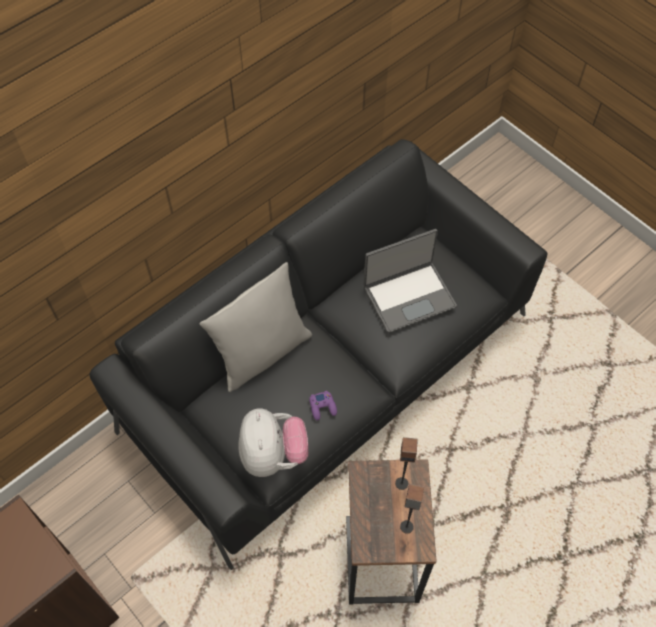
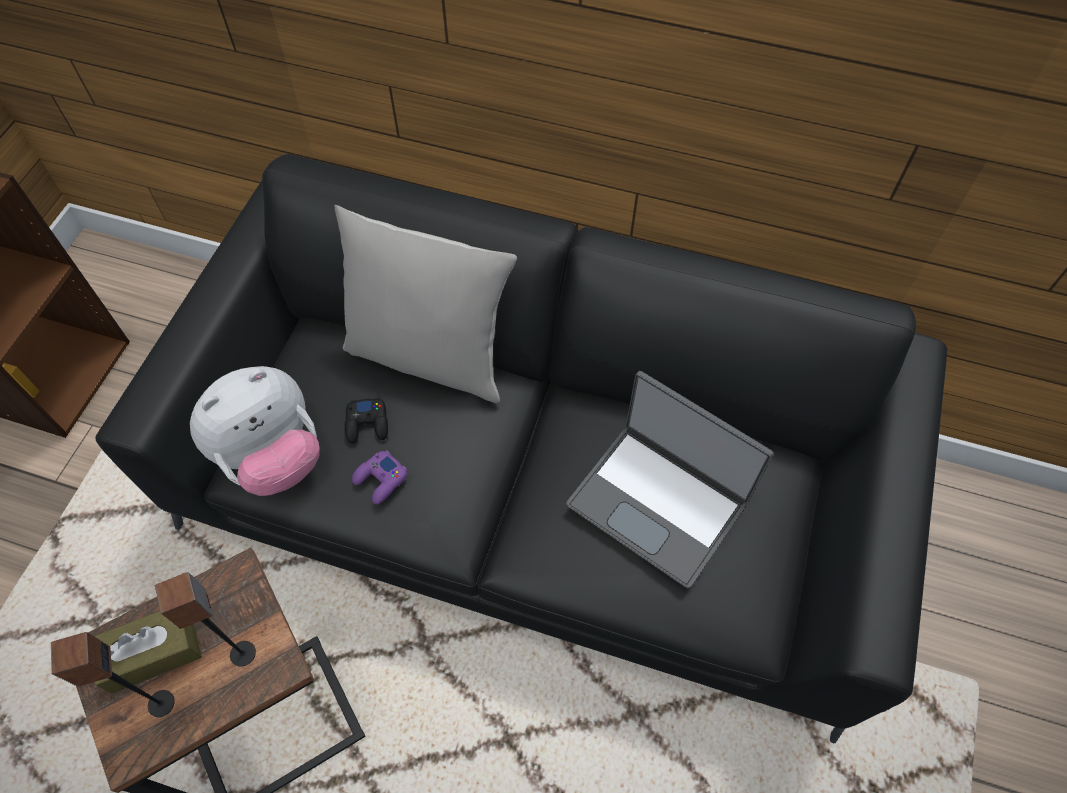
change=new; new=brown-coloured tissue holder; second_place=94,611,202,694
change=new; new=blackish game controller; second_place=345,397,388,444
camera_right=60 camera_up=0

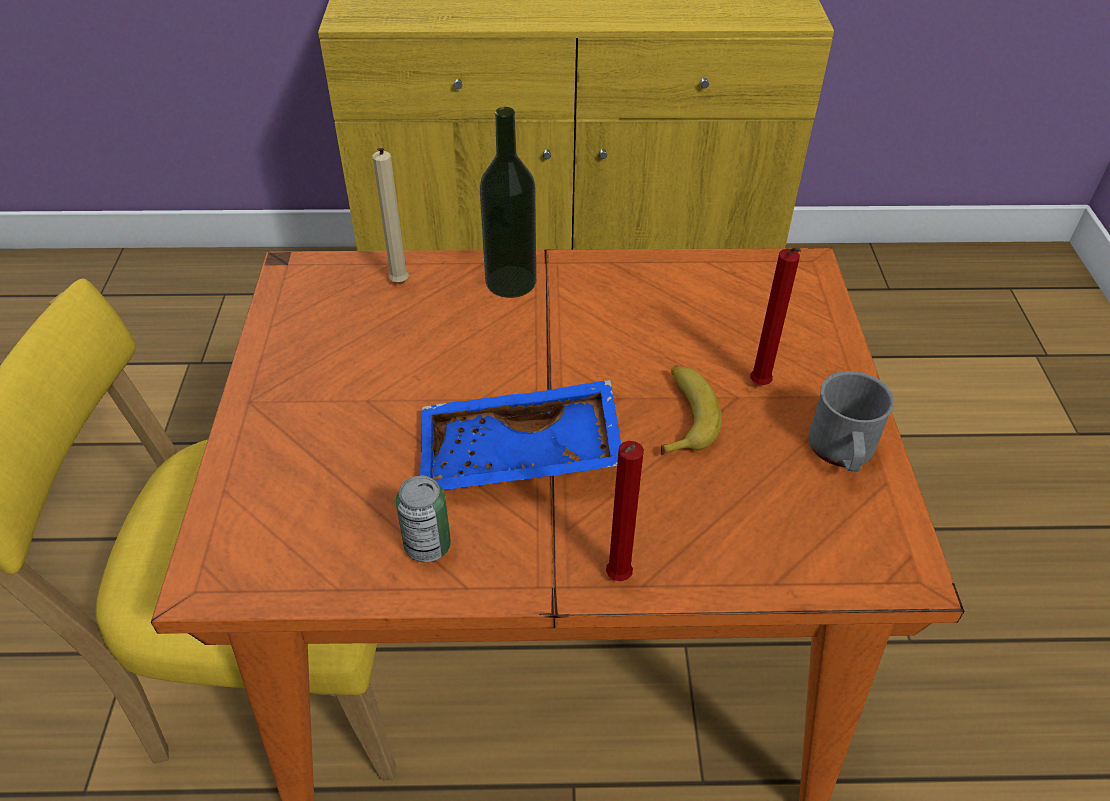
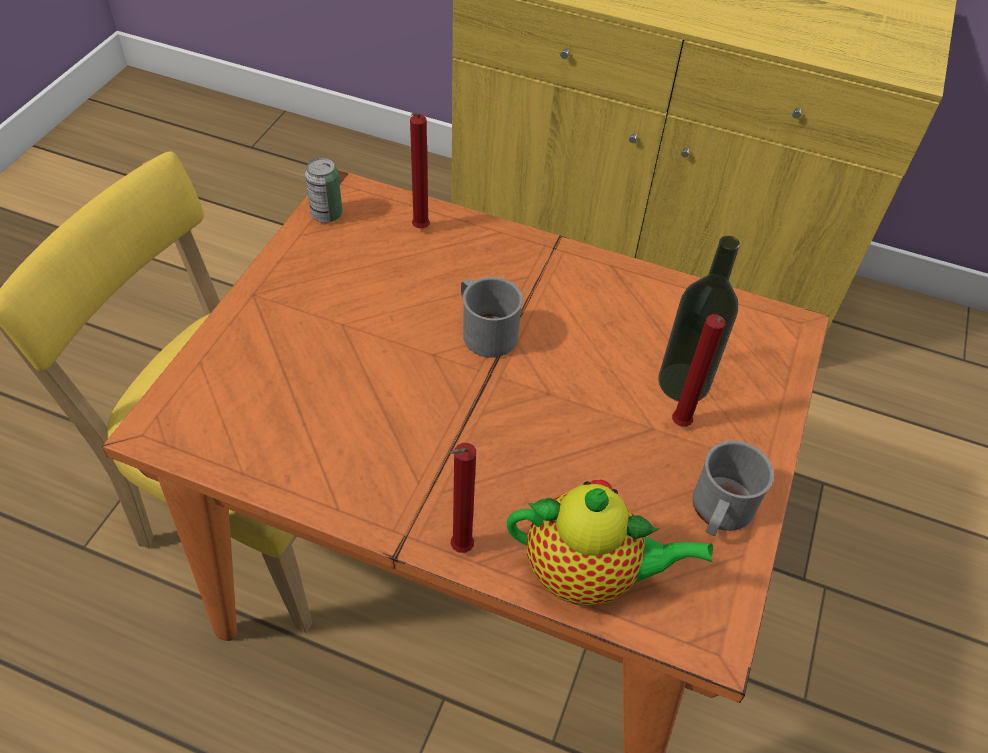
change=gone; old=bluish tray; first_place=420,380,621,490
change=gone; old=banana fruit; first_place=661,365,722,455
change=new; new=gray mug; second_place=461,277,523,358
change=new; new=teapot; second_place=507,479,713,606
change=shifted; old=can; first_place=396,475,451,563; second_place=305,158,343,223
change=shifted; old=drink bottle; first_place=480,107,536,298; second_place=659,236,740,402
change=repainted; old=sand-coloured wax light; new=red wax light; first_place=372,148,409,283; second_place=410,113,430,229
camera_right=20 camera_up=5

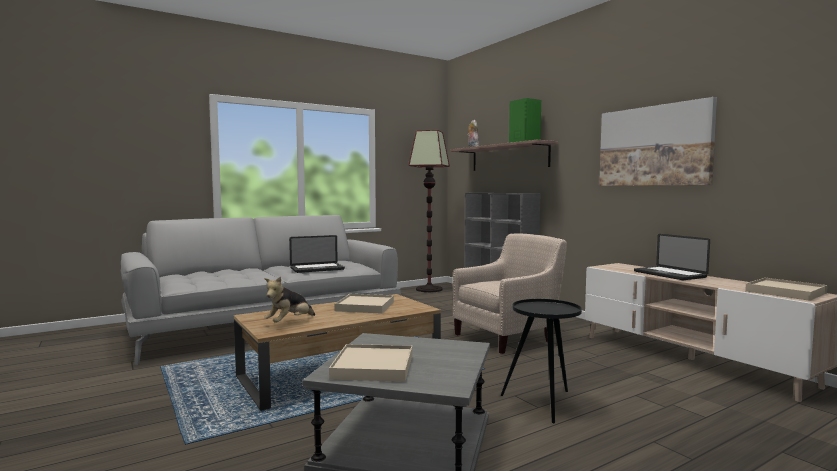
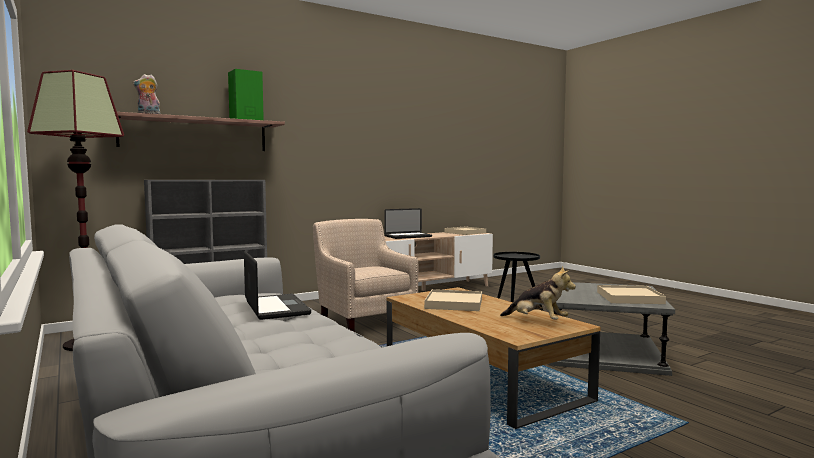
change=gone; old=wall picture; first_place=599,97,717,186
camera_right=-90 camera_up=0

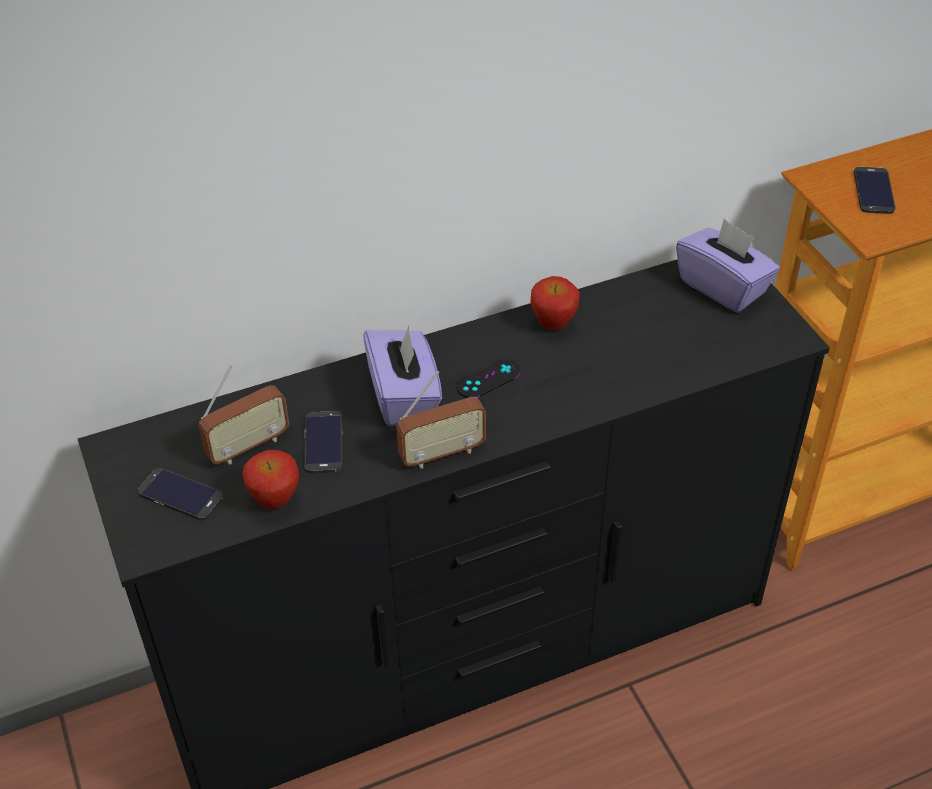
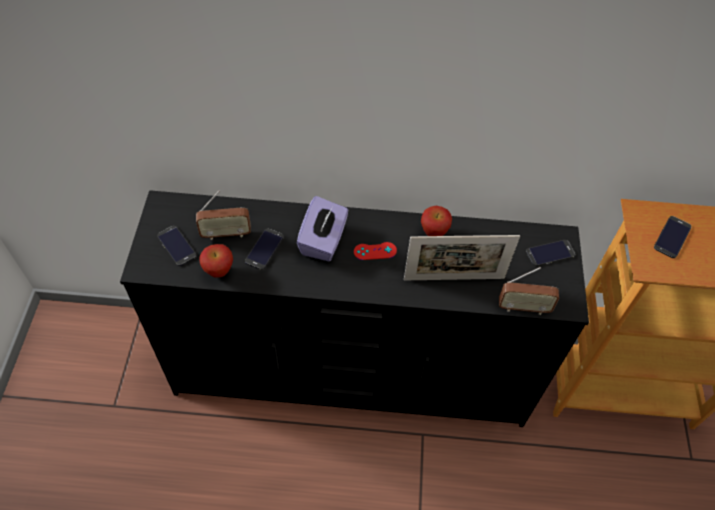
change=new; new=photo frame; second_place=404,235,520,280
change=shifted; old=radio receiver; first_place=396,371,486,469; second_place=499,267,559,315
change=swapped; old=purple tissue holder; new=handset; first_place=676,219,780,313; second_place=526,240,575,266
change=repainted; old=blackish game controller; new=red game controller; first_place=457,359,520,398; second_place=354,242,397,260
camera_right=25 camera_up=10

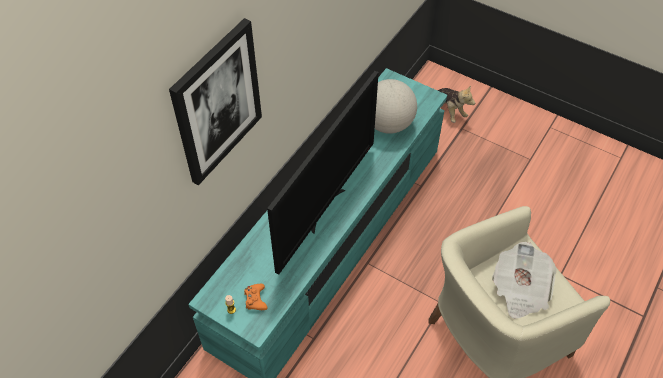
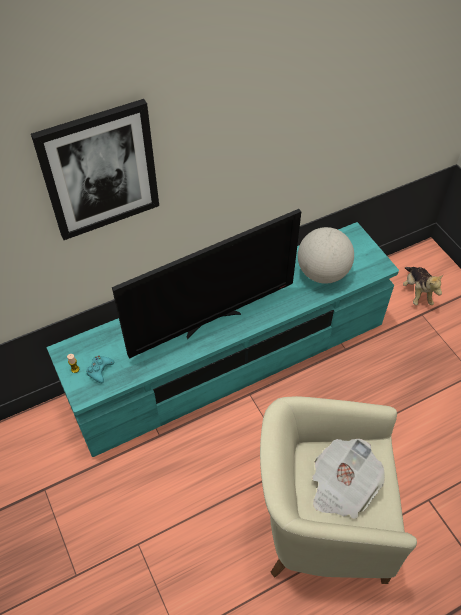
change=repainted; old=orangey game controller; new=blue-green game controller; first_place=244,284,268,310; second_place=86,356,114,383
camera_right=30 camera_up=0

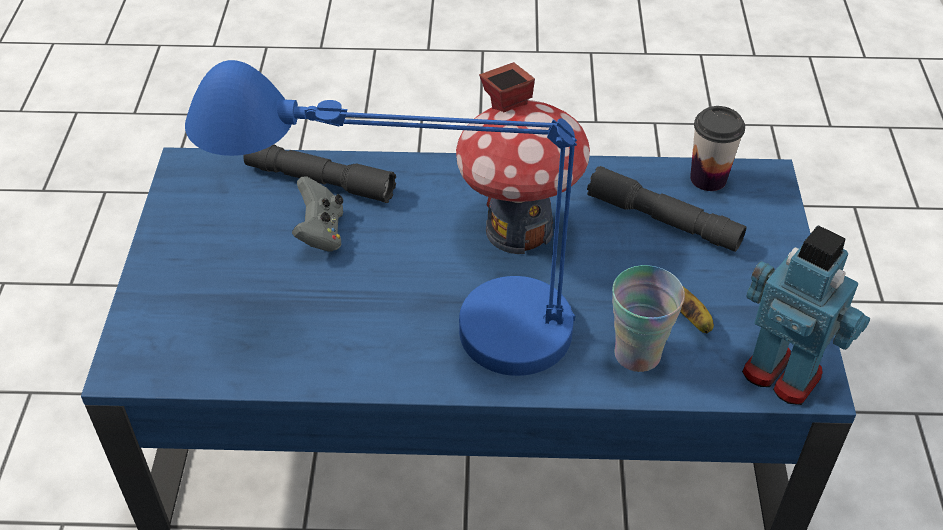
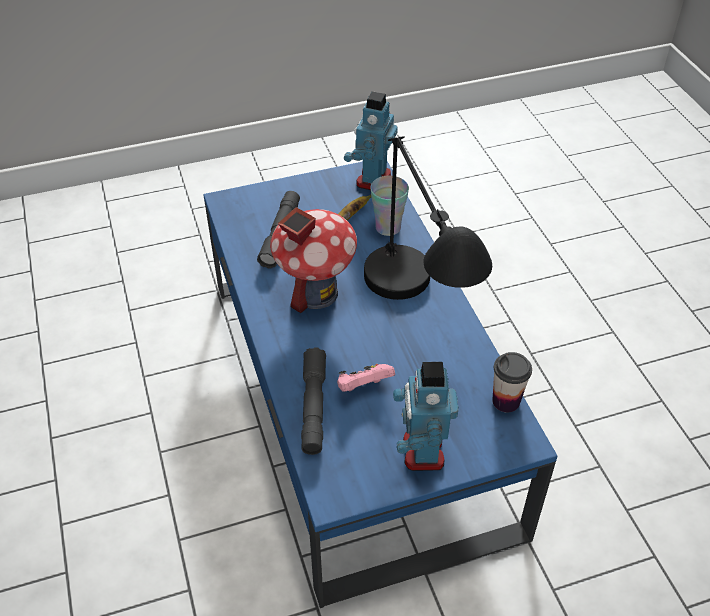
change=new; new=toy robot; second_place=393,362,459,471
change=shifted; old=cup; first_place=690,106,745,191; second_place=492,352,532,413
change=repainted; old=bluish tabletop lamp; new=blackish tabletop lamp; first_place=185,60,577,376; second_place=364,136,492,300
change=repainted; old=gray game controller; new=pink game controller; first_place=292,177,343,252; second_place=337,364,395,392
camera_right=-110 camera_up=0

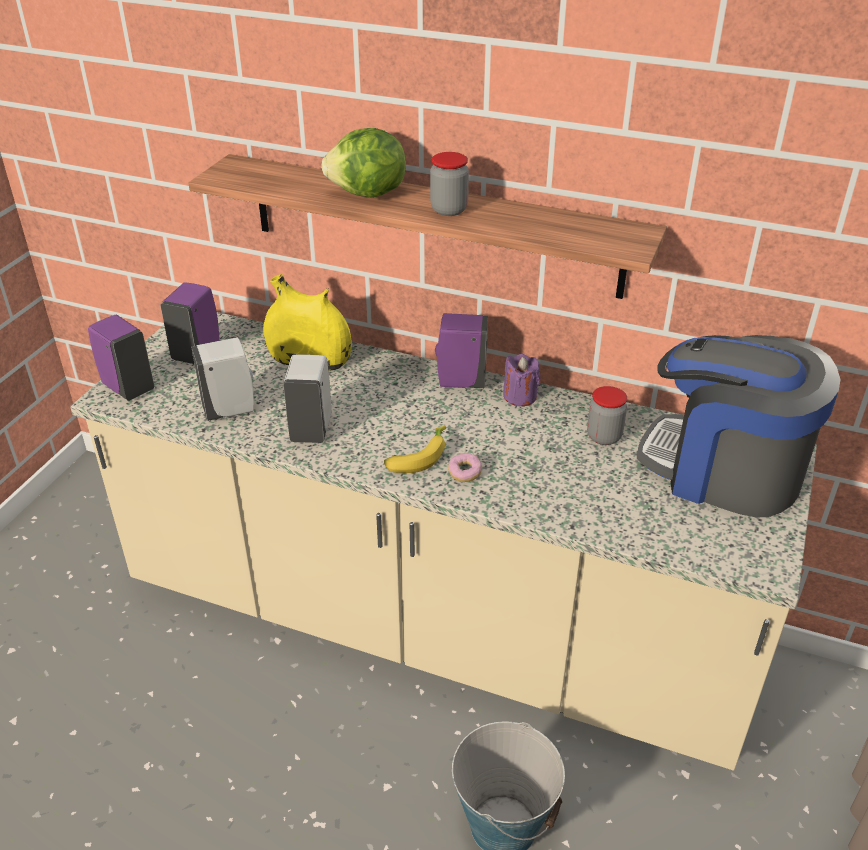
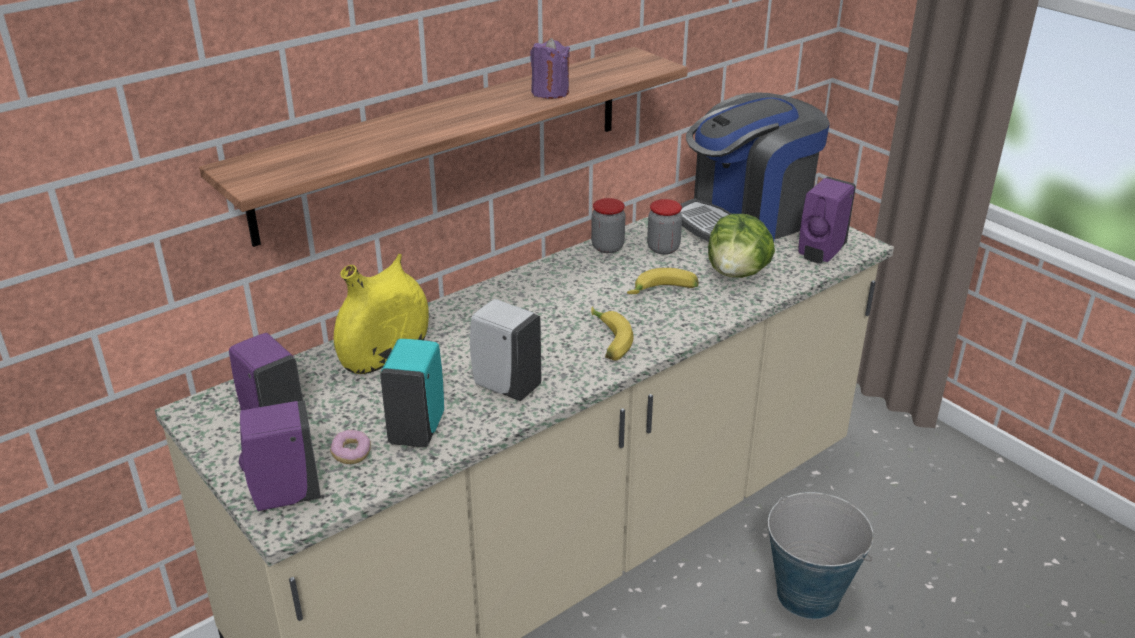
change=new; new=banana fruit; second_place=627,268,699,294
change=shifted; old=lettuce; first_place=321,128,406,198; second_place=708,214,775,278
change=shifted; old=storage jar; first_place=430,152,469,216; second_place=591,198,625,253
change=shifted; old=purple liquid soap bottle; first_place=435,313,488,388; second_place=798,177,856,264
change=shifted; old=donut; first_place=448,453,482,482; second_place=330,430,371,464
change=shifted; old=purple wax light; first_place=503,354,540,406; second_place=530,38,570,99
change=repainted; old=whitish liquid soap bottle; new=blue-green liquid soap bottle; first_place=191,337,253,421; second_place=380,339,444,448
camera_right=-60 camera_up=-5

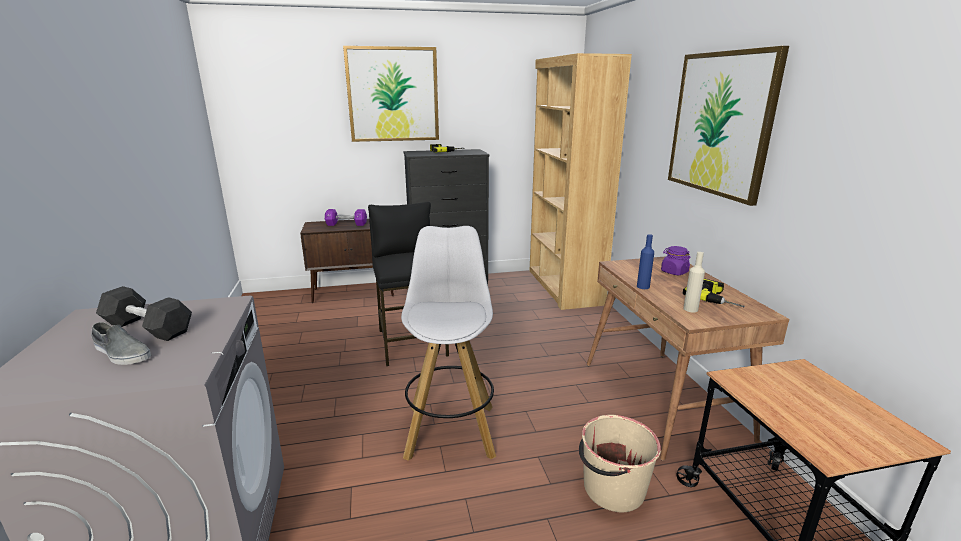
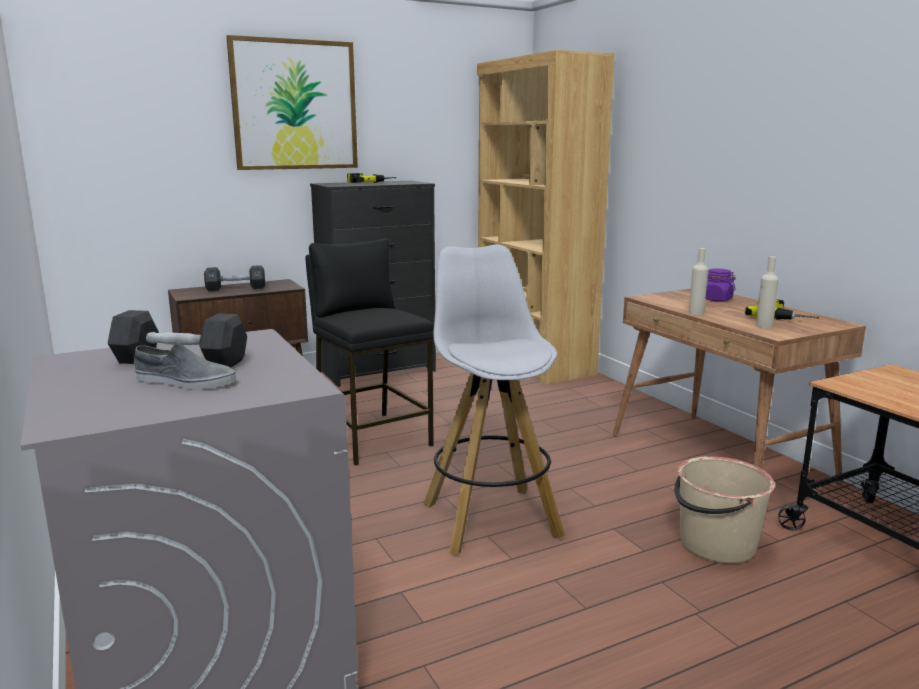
change=gone; old=wall picture; first_place=668,46,789,206
change=repainted; old=purple dumbbell; new=blackish dumbbell; first_place=325,209,367,226; second_place=204,265,265,291
change=repainted; old=bluish drink bottle; new=sand-coloured drink bottle; first_place=637,234,654,289; second_place=689,248,708,315
camera_right=-15 camera_up=-5

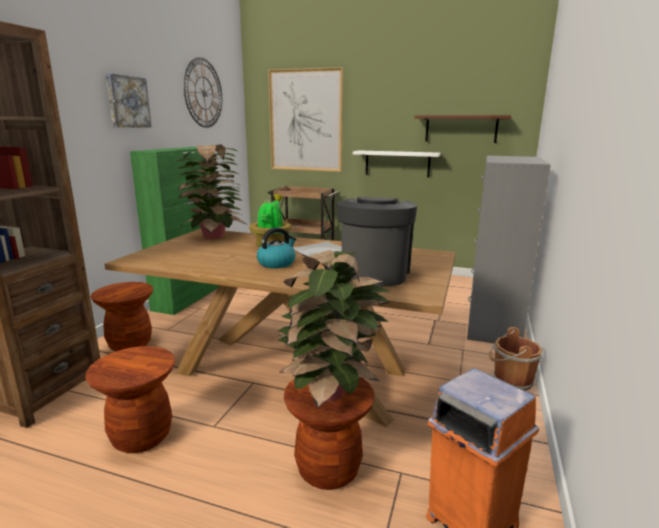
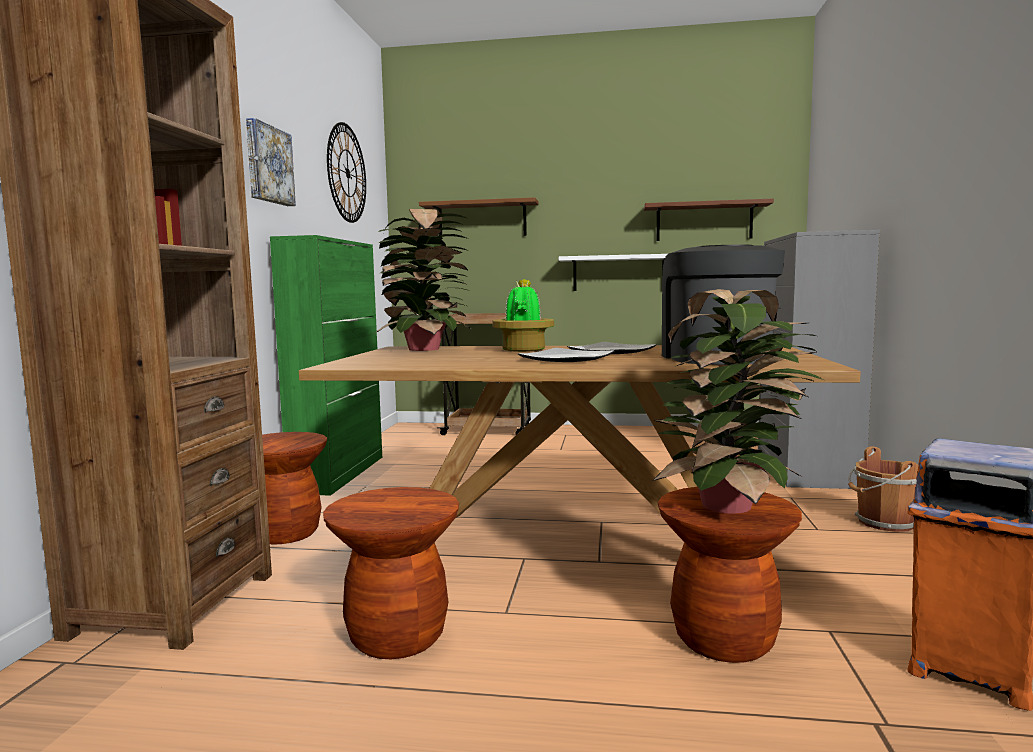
change=swapped; old=tea kettle; new=plate; first_place=257,227,296,268; second_place=518,348,614,362
change=swapped; old=wall picture; new=brown-coloured shelf; first_place=268,67,343,172; second_place=419,197,539,236
camera_right=-10 camera_up=-10

